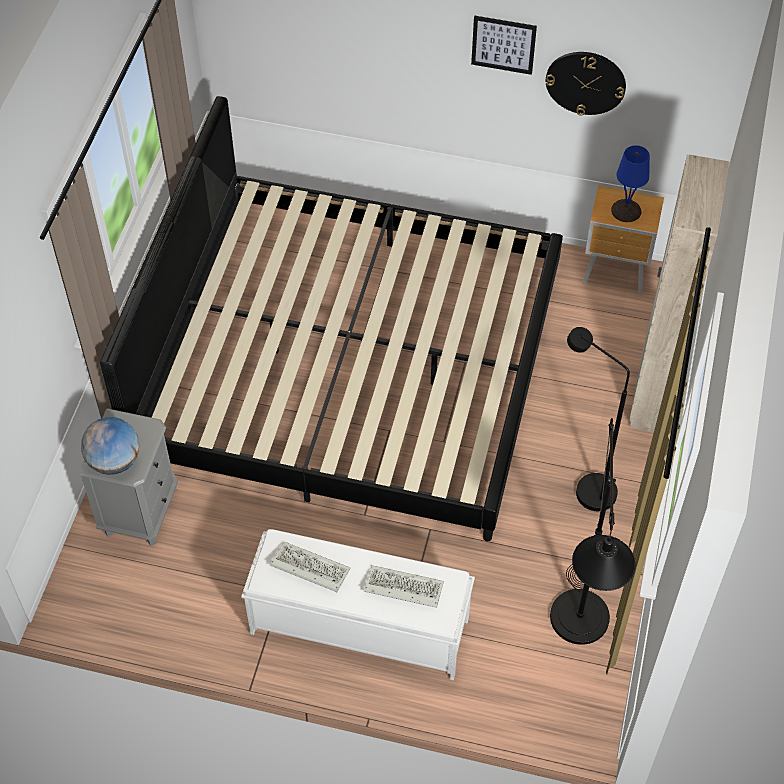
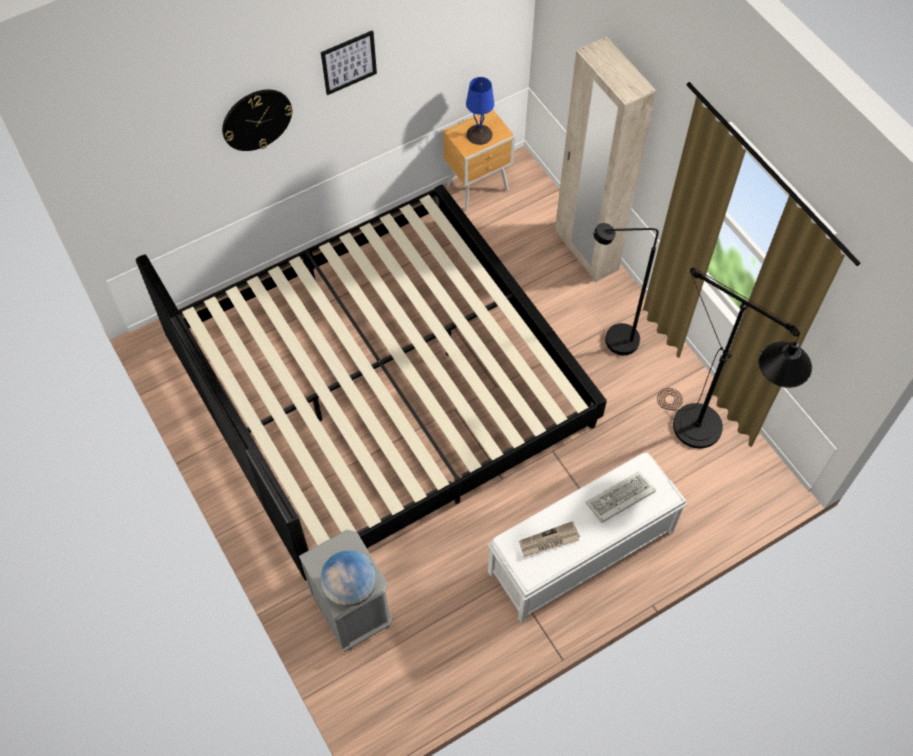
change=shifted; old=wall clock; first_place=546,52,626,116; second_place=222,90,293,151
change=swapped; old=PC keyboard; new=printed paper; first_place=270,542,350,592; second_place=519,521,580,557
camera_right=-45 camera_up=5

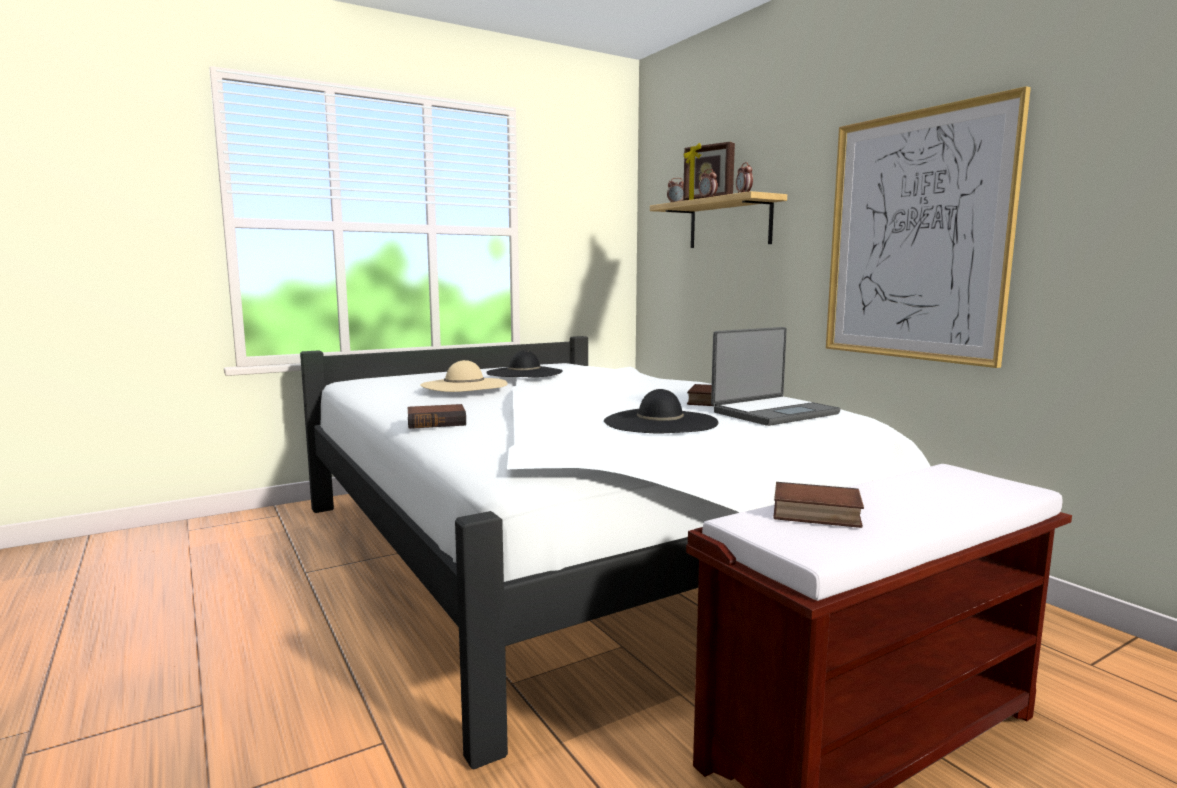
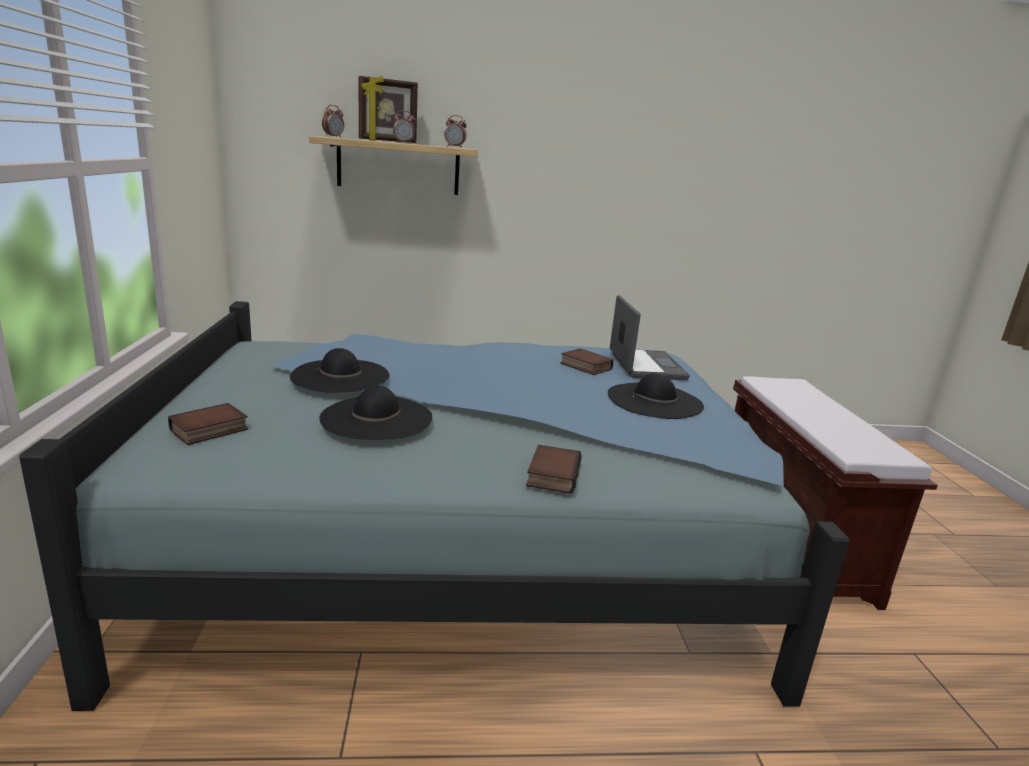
change=gone; old=wall picture; first_place=826,86,1031,368
change=shifted; old=volume; first_place=773,482,864,528; second_place=168,403,248,445
change=repainted; old=whitish bed; new=bluish bed; first_place=300,336,931,770; second_place=19,301,850,711
change=repainted; old=sand-coloured hat; new=blackish hat; first_place=420,360,508,392; second_place=319,386,432,440
camera_right=-65 camera_up=10

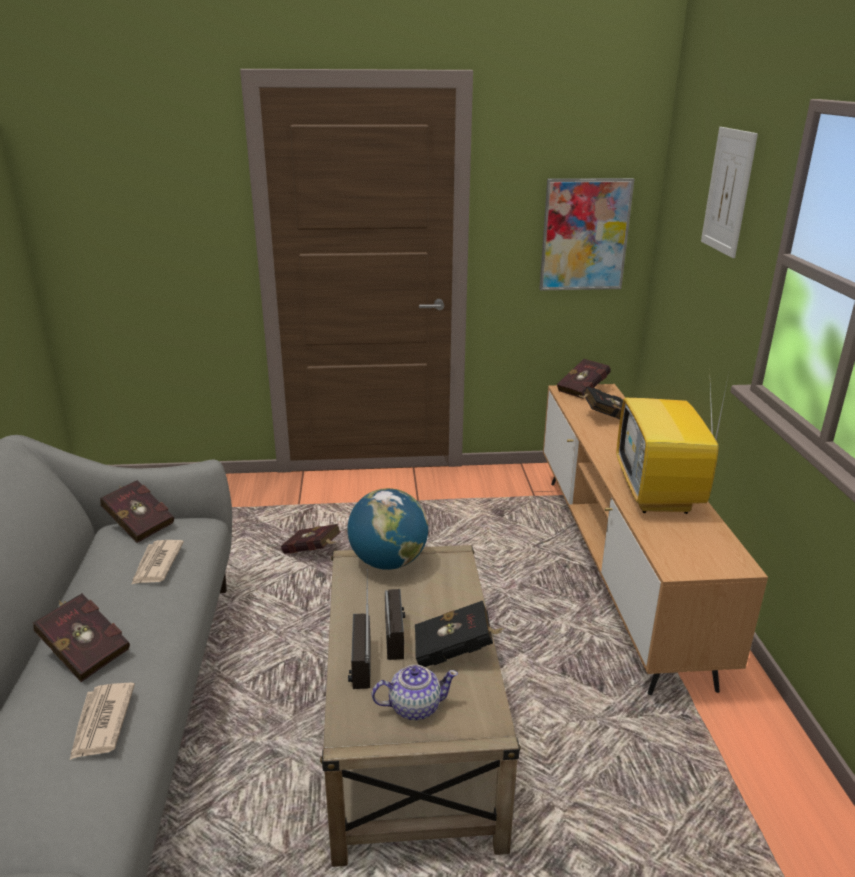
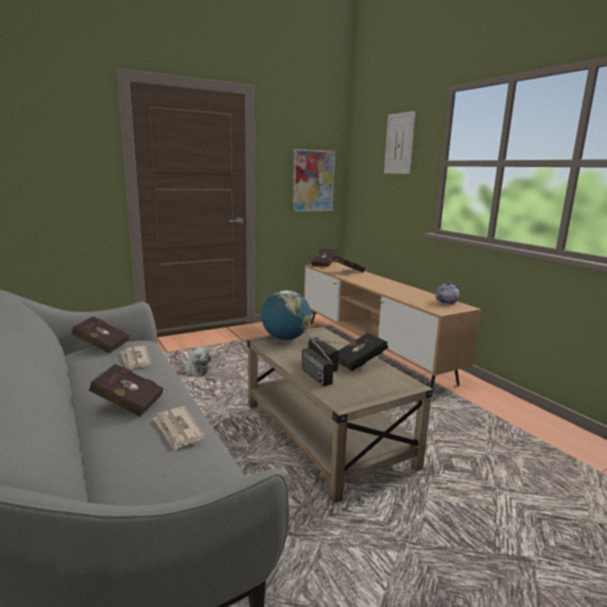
change=gone; old=TV; first_place=616,366,729,514
change=shifted; old=teapot; first_place=372,665,458,720; second_place=436,282,460,304
change=swapped; old=red volume; new=cuddly toy; first_place=281,524,341,554; second_place=182,347,211,376
camera_right=-25 camera_up=-10

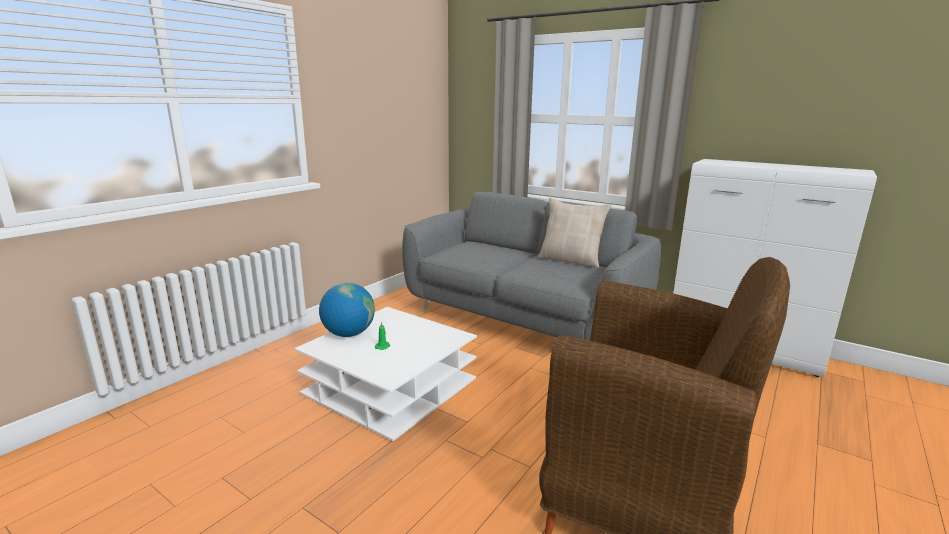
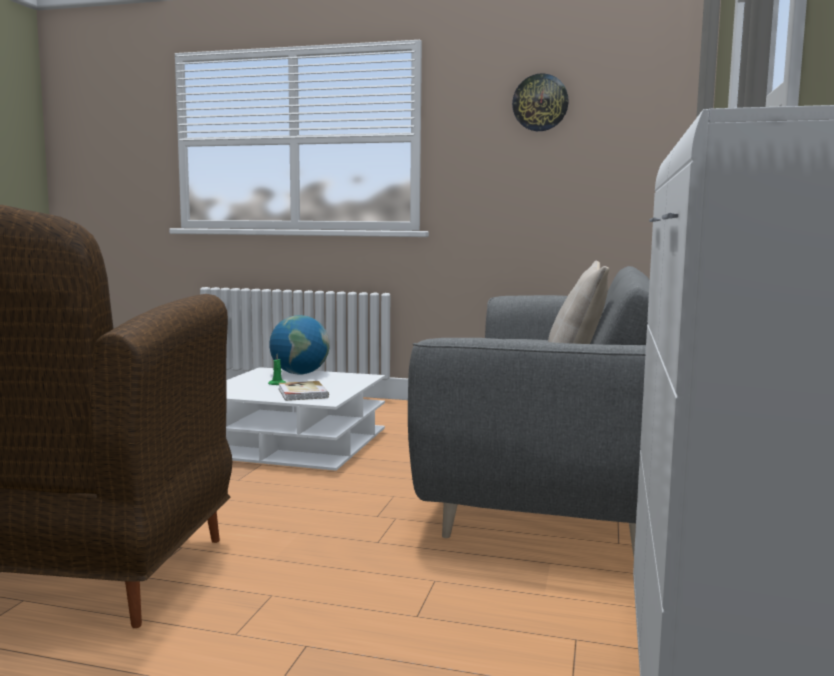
change=new; new=volume; second_place=279,381,329,401
change=new; new=wall clock; second_place=512,73,569,131
camera_right=70 camera_up=-10

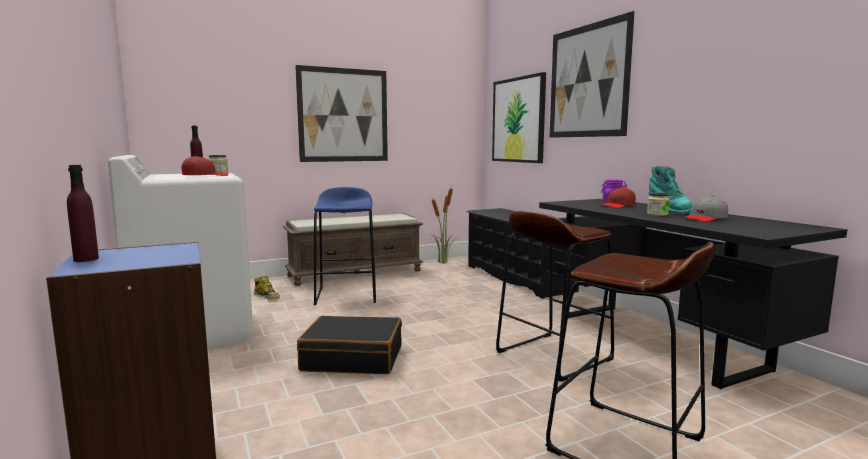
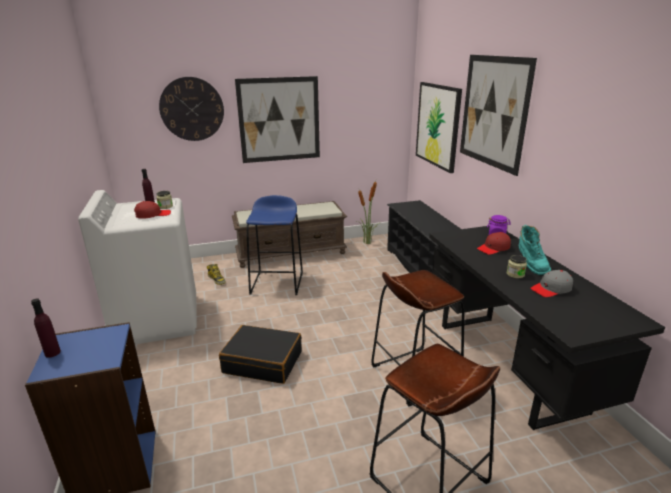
change=new; new=wall clock; second_place=159,77,224,141
camera_right=10 camera_up=15

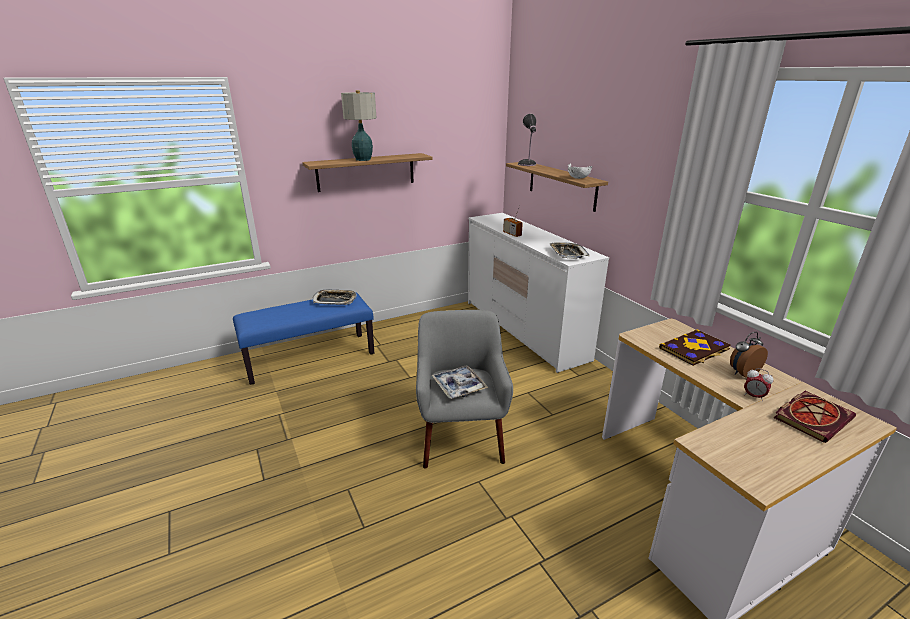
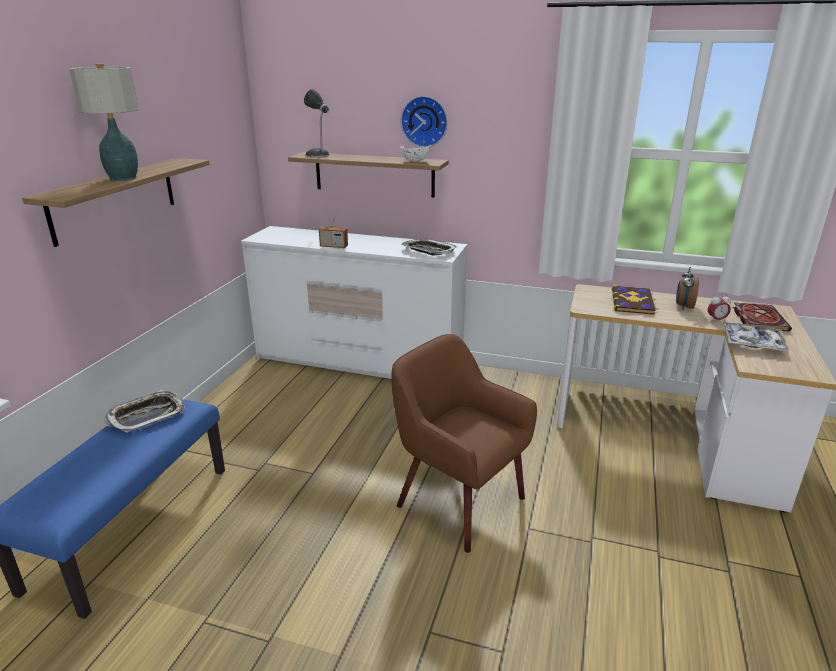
change=new; new=wall clock; second_place=401,96,448,147
change=shifted; old=tray; first_place=432,366,489,399; second_place=725,323,790,351
change=repainted; old=gray easy chair; new=brown-coloured easy chair; first_place=416,310,513,469; second_place=391,334,537,553
camera_right=-45 camera_up=0

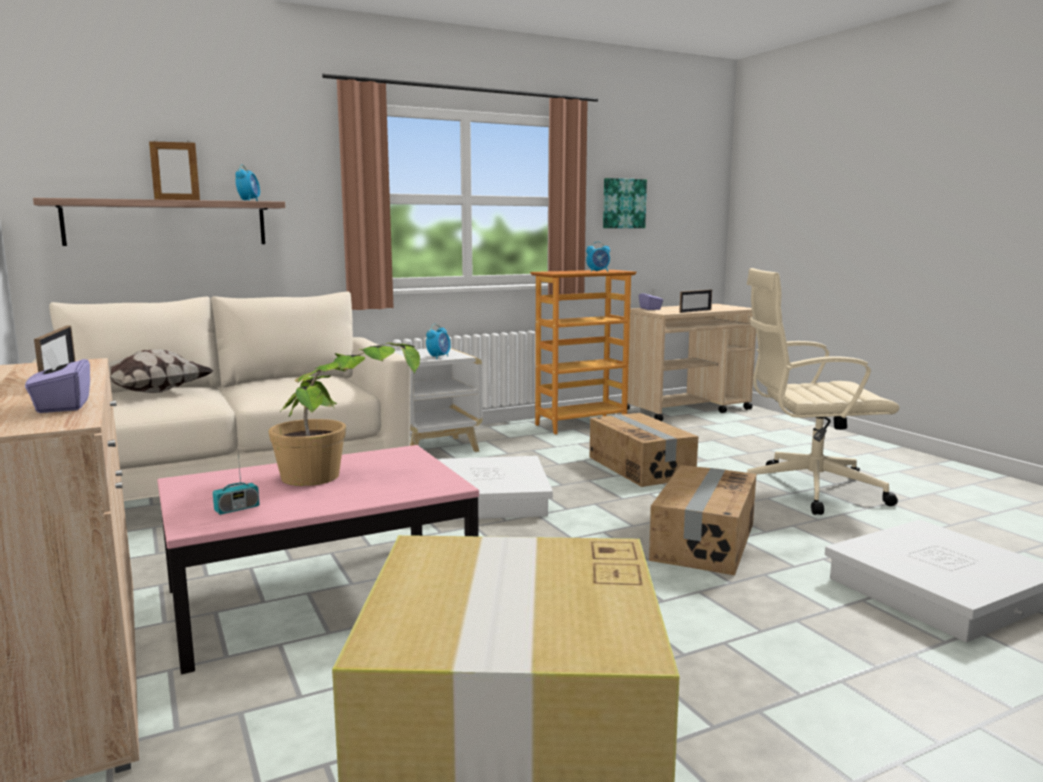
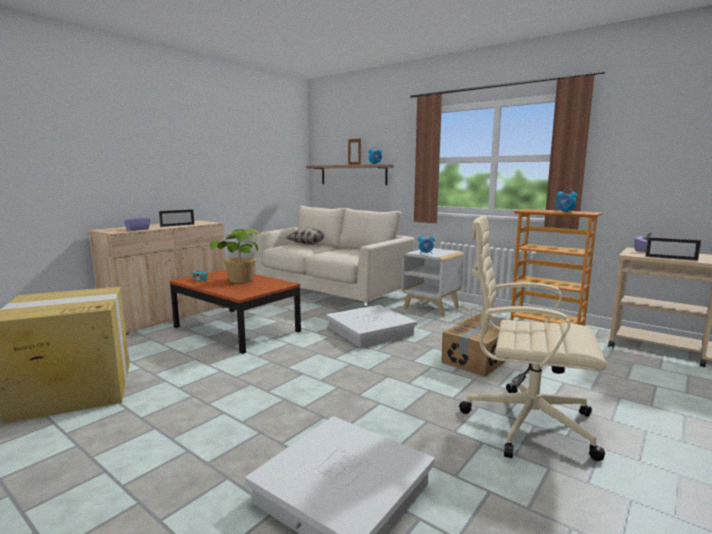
change=gone; old=wall picture; first_place=603,178,647,228
change=gone; old=carton; first_place=649,465,756,575
change=repainted; old=pink coffee table; new=brown-coloured coffee table; first_place=157,445,479,674; second_place=169,270,301,354
change=rotated; old=sand-coloured office chair; first_place=747,268,899,515; second_place=459,215,607,461; degrees=-45
camera_right=65 camera_up=0

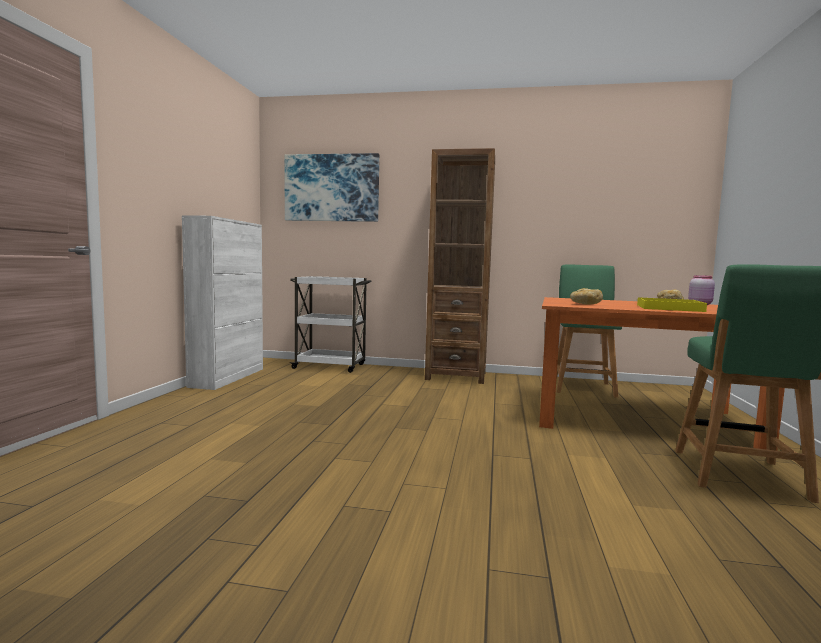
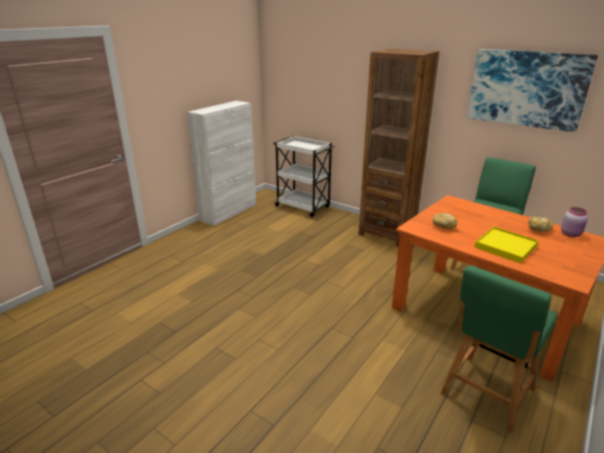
change=shifted; old=wall picture; first_place=285,153,379,222; second_place=467,49,598,132
camera_right=25 camera_up=20

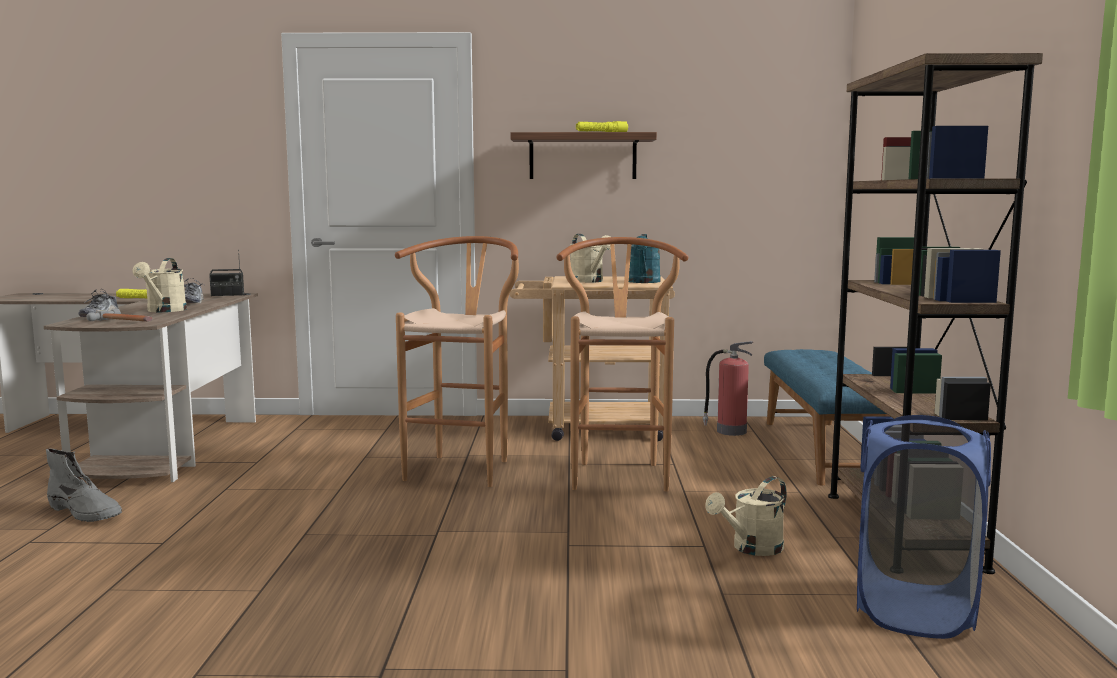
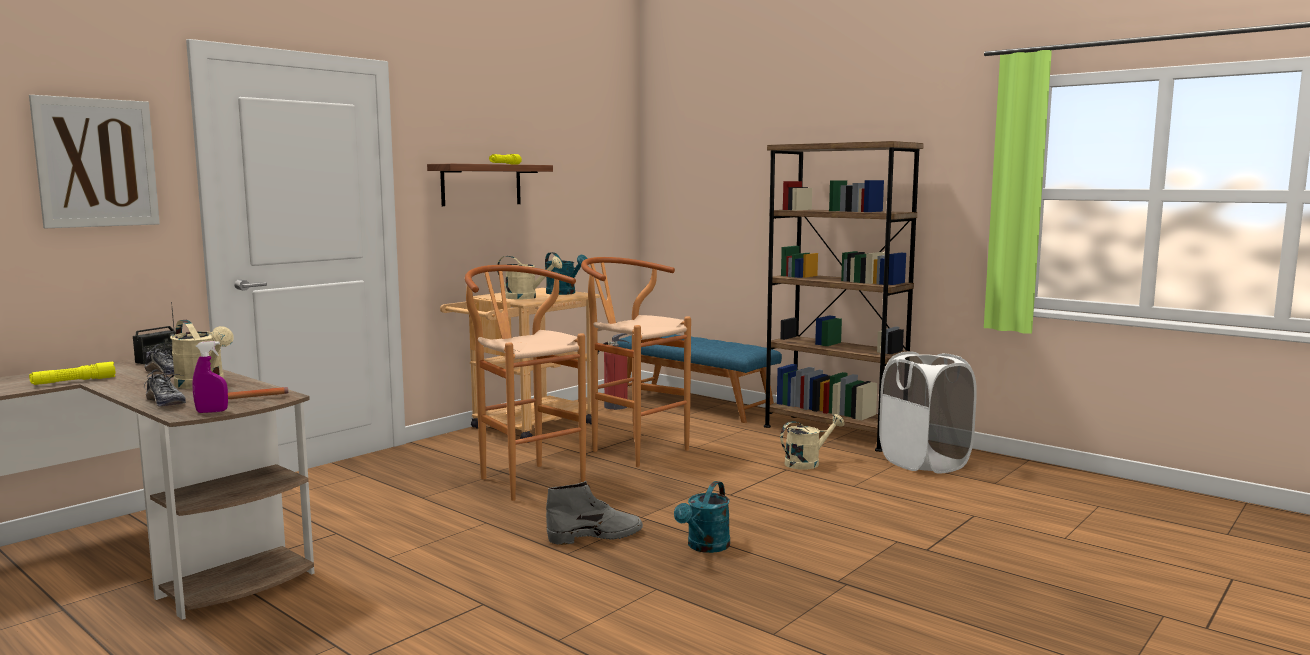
change=new; new=wall picture; second_place=29,95,160,228
change=new; new=purple spray bottle; second_place=192,341,228,413
change=new; new=blue-green watering pot; second_place=674,481,730,553
change=shifted; old=gray boot; first_place=46,448,122,522; second_place=546,481,643,545
change=repainted; old=bluish laundry basket; new=whitish laundry basket; first_place=857,415,991,639; second_place=879,351,977,474
change=rotated; old=sand-coloured watering pot; first_place=705,476,787,556; second_place=780,414,844,470; degrees=-120
camera_right=-50 camera_up=0

